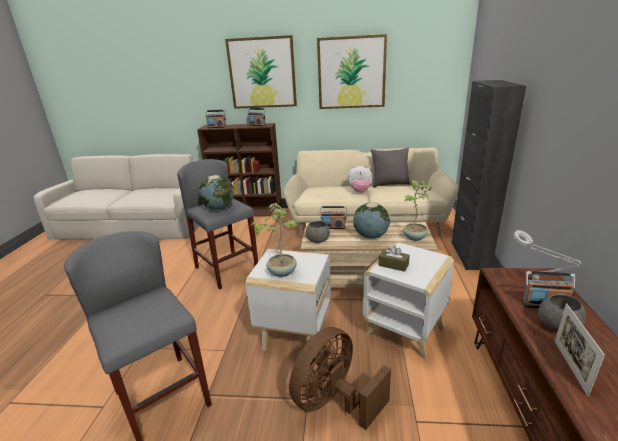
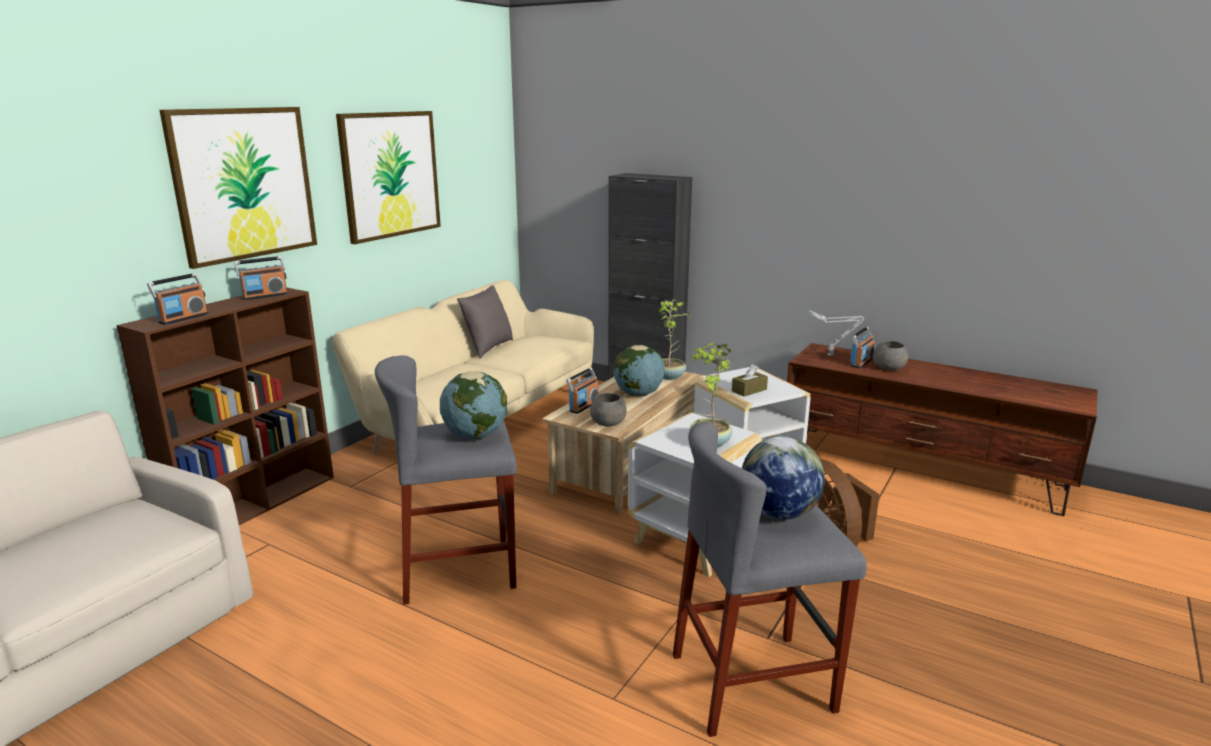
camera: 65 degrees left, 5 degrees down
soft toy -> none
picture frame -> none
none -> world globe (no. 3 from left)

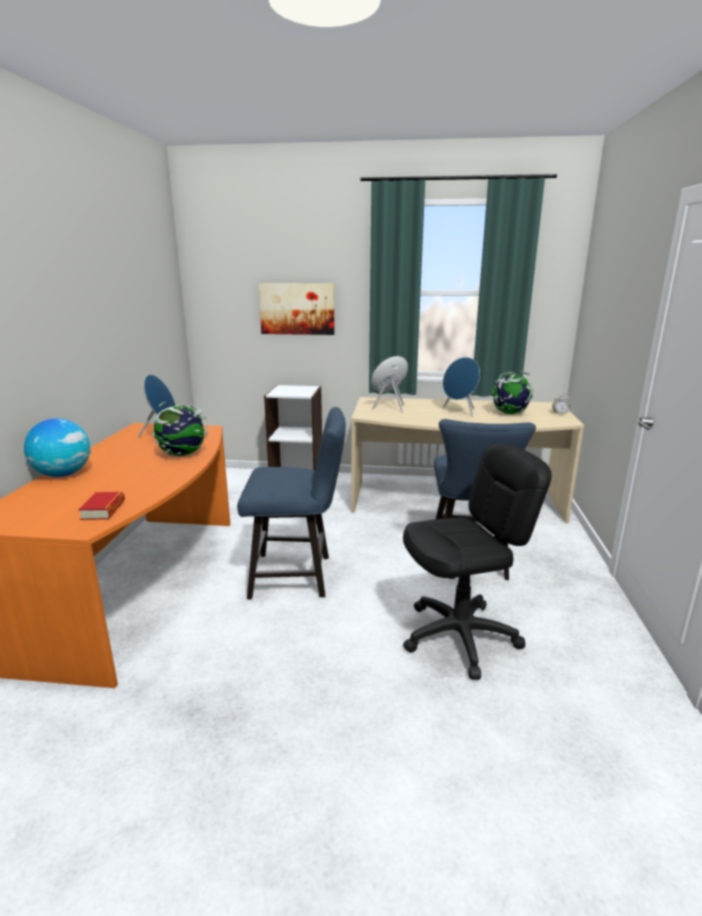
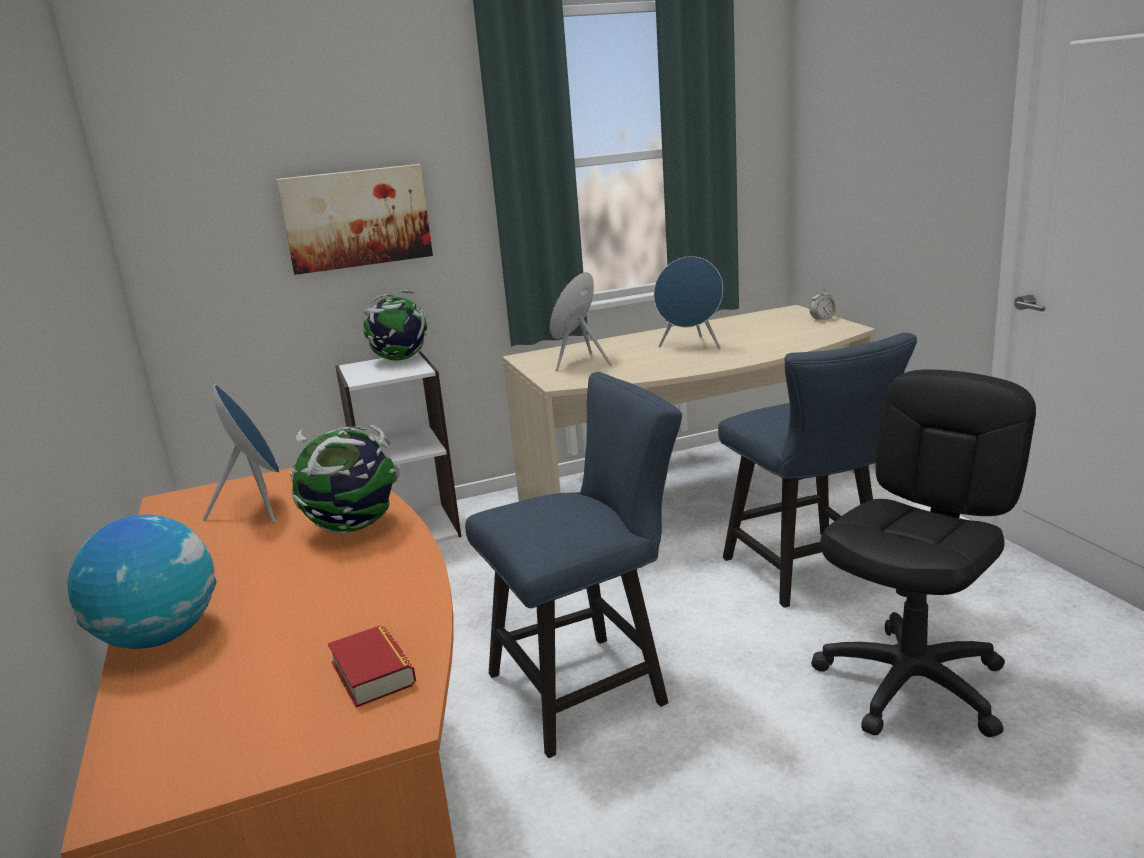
camera: 25 degrees left, 0 degrees up
world globe (no. 3 from left), relocated

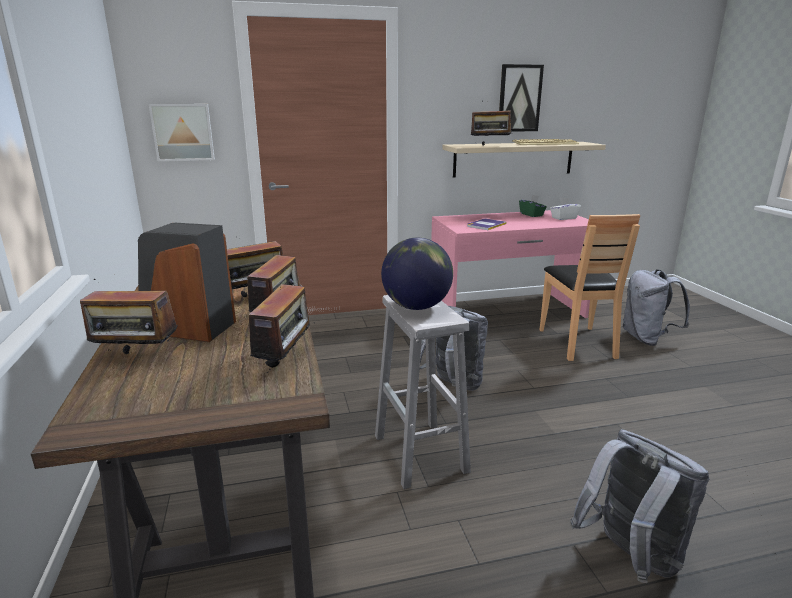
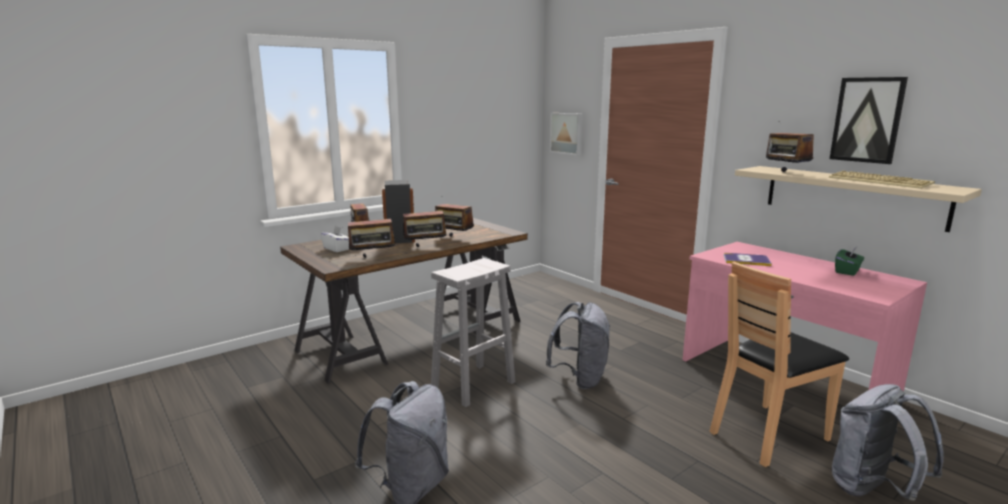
camera: 65 degrees right, 5 degrees down
world globe -> none
tissue box (white-coloured), relocated

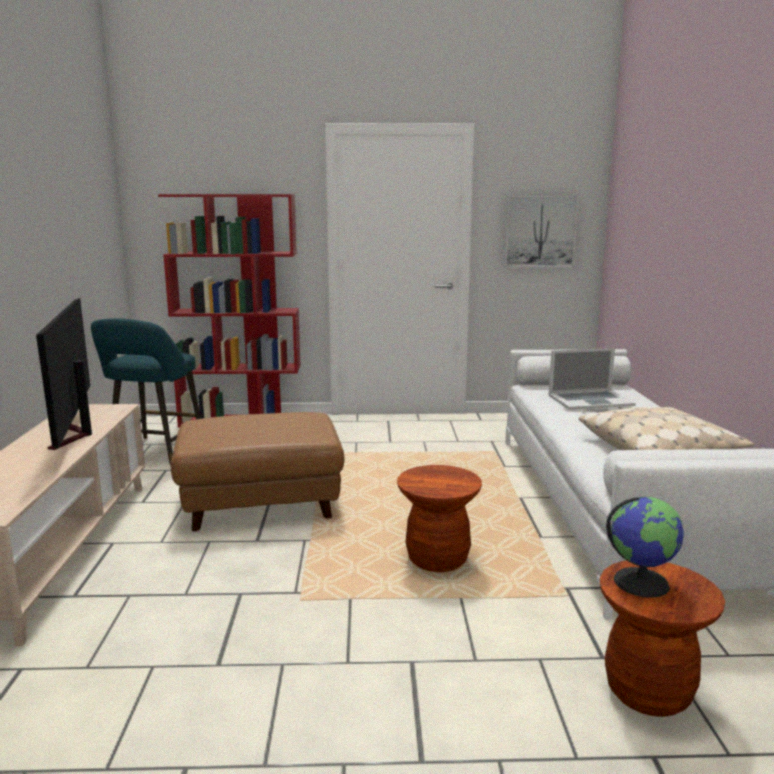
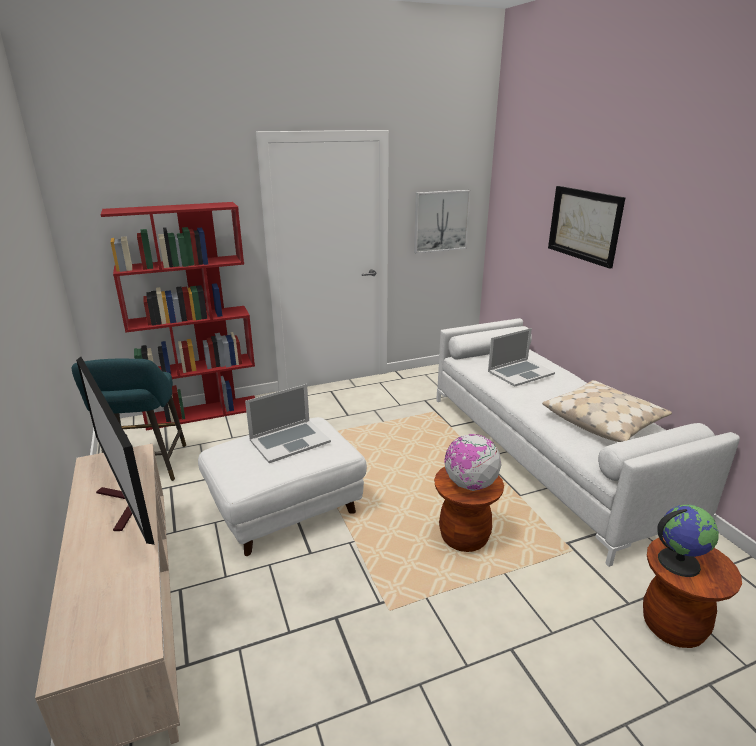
camera: 20 degrees left, 10 degrees up
footrest (brown-coloured) -> footrest (white-coloured)
none -> notebook computer (no. 1 from left)
none -> world globe (no. 1 from left)
none -> picture (no. 2 from left)

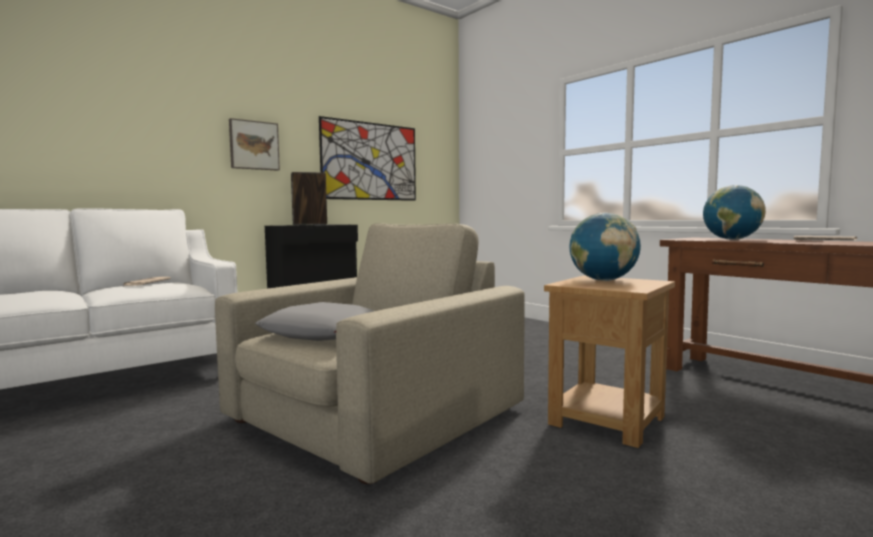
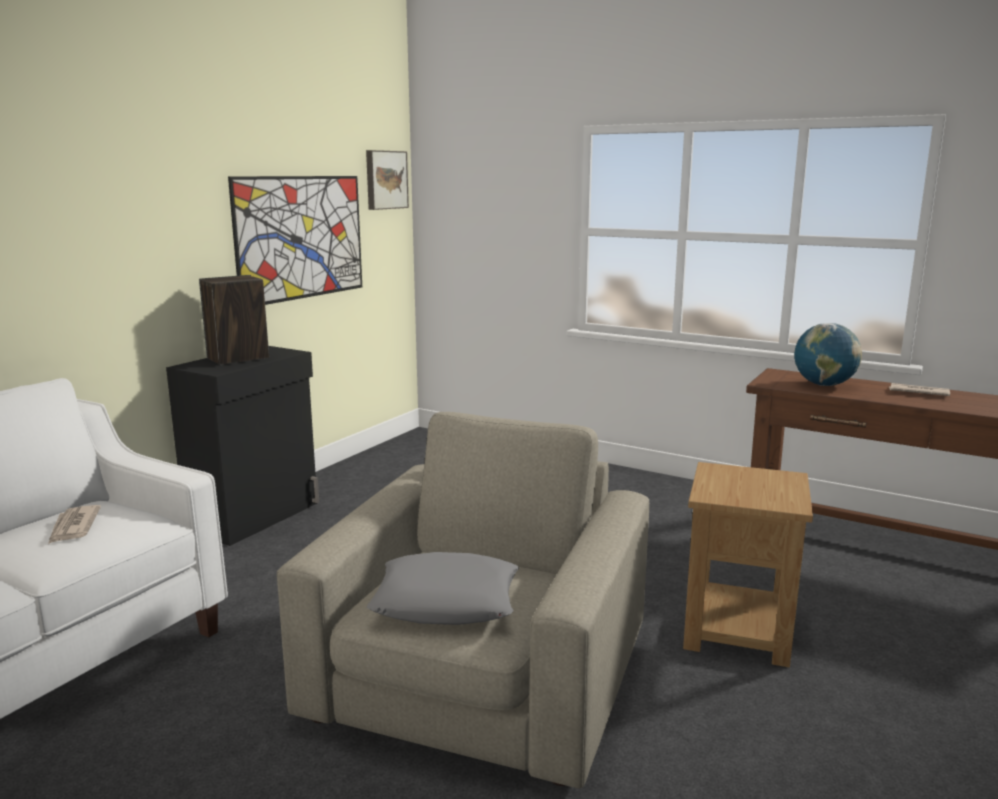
camera: 20 degrees left, 10 degrees up
picture (no. 1 from left in the first image) -> picture (no. 2 from left), relocated
world globe (no. 1 from left) -> none

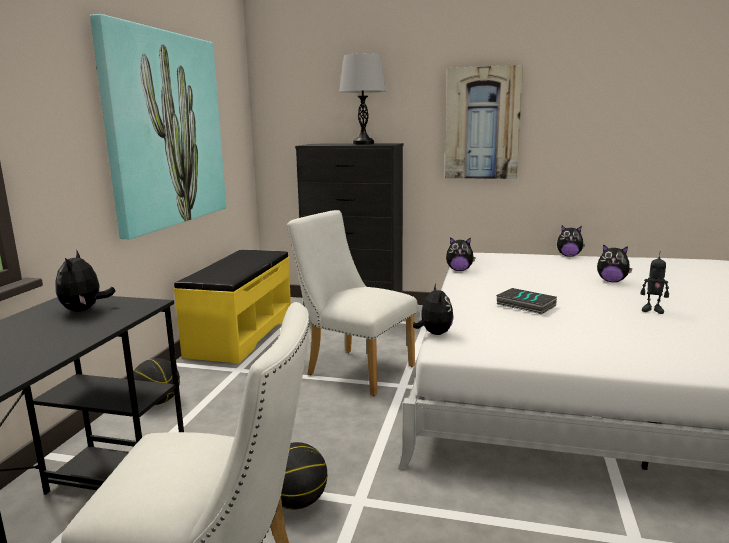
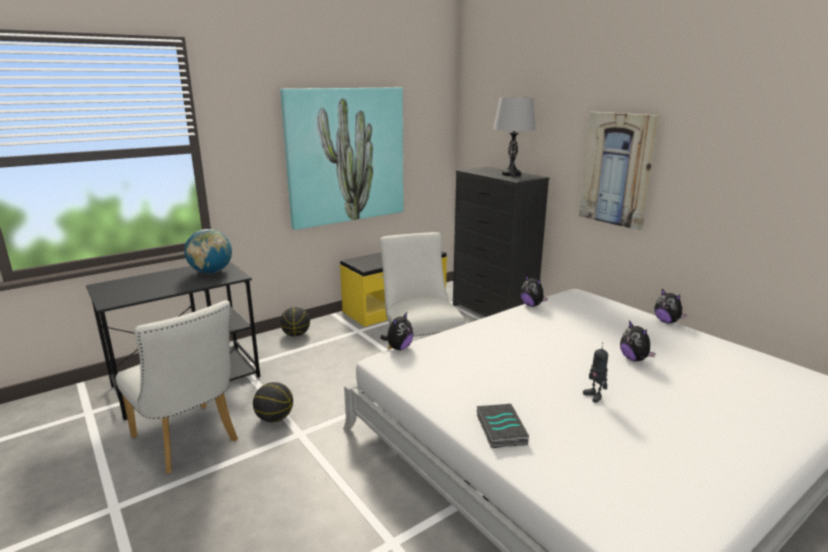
camera: 40 degrees right, 5 degrees up
soft toy (no. 1 from left) -> world globe
bound book, relocated

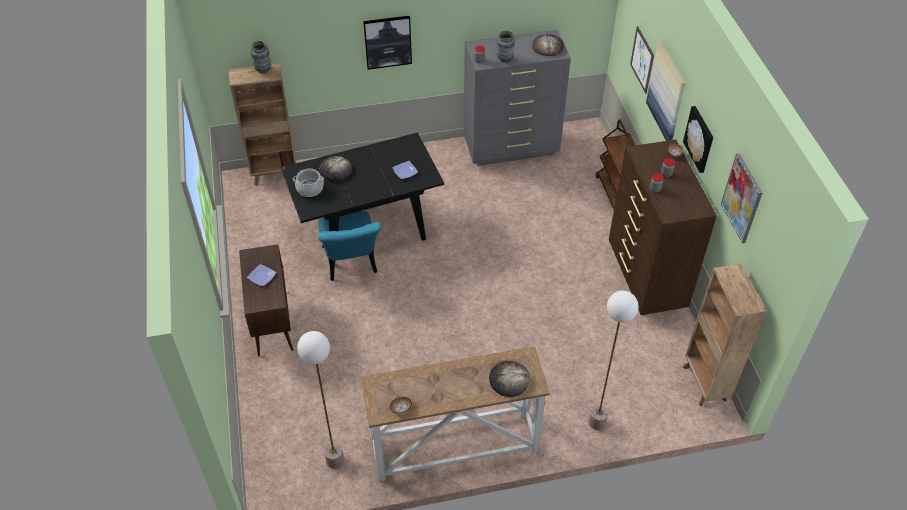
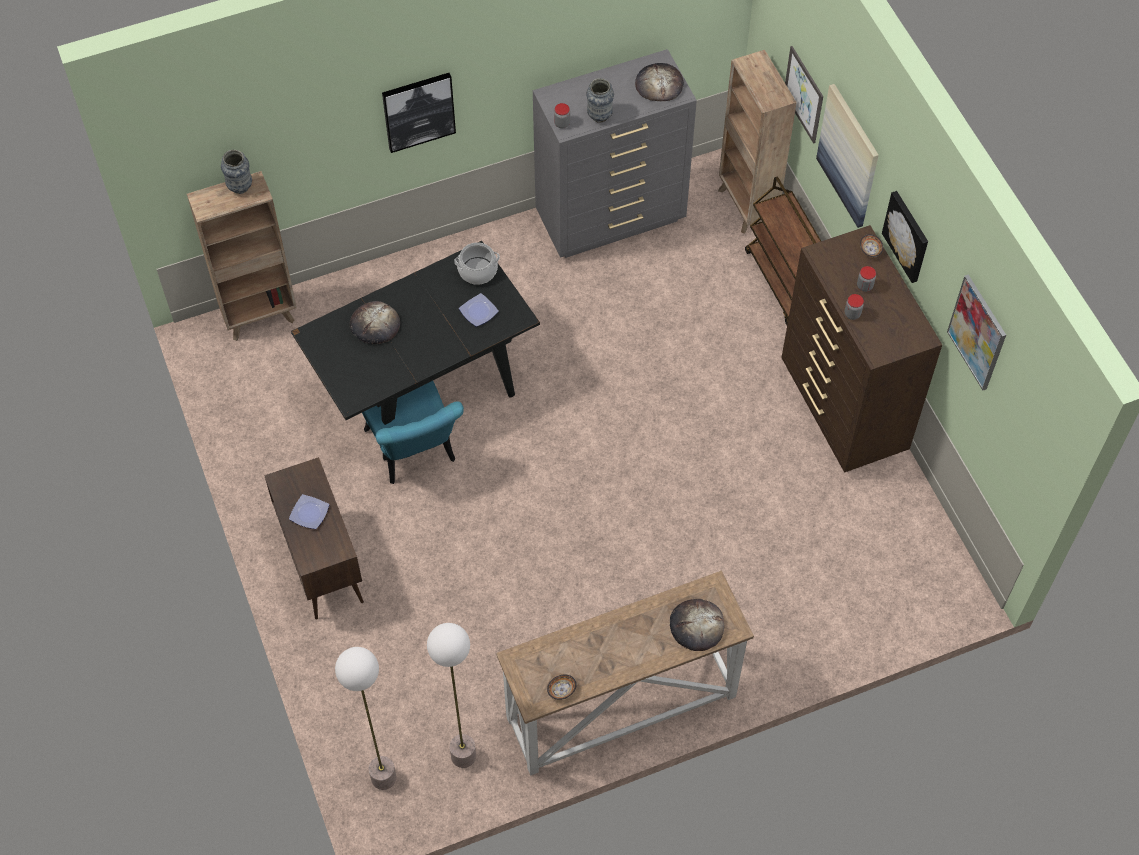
camera: 10 degrees left, 10 degrees up
stockpot, relocated
floor lamp (no. 2 from left in the first image) -> floor lamp (no. 1 from left), relocated
bookcase (brown-coloured) (no. 2 from left), relocated

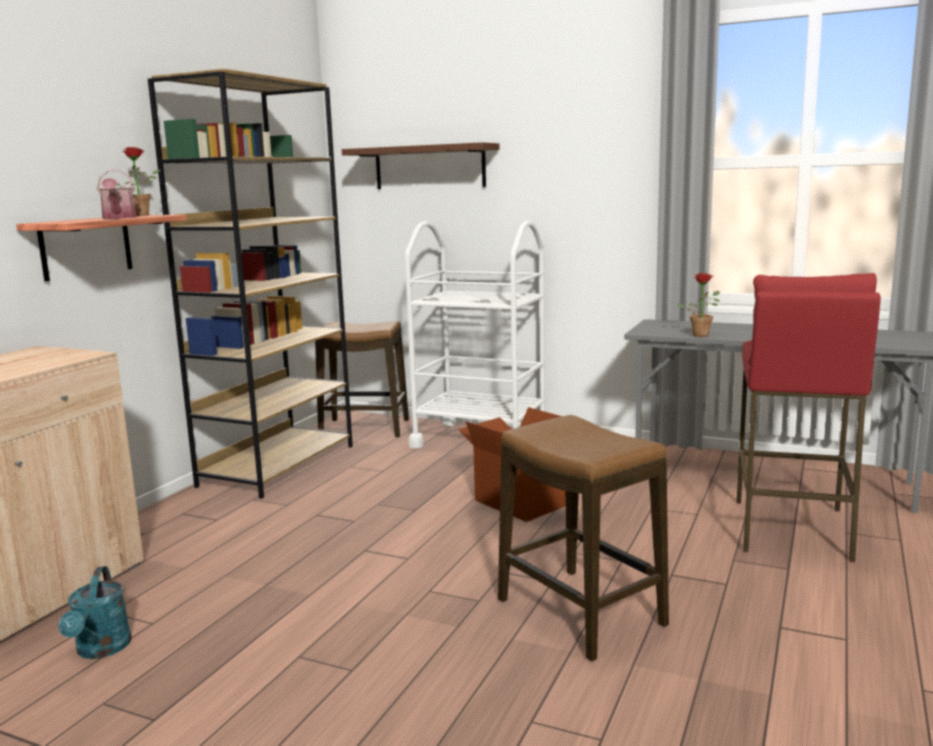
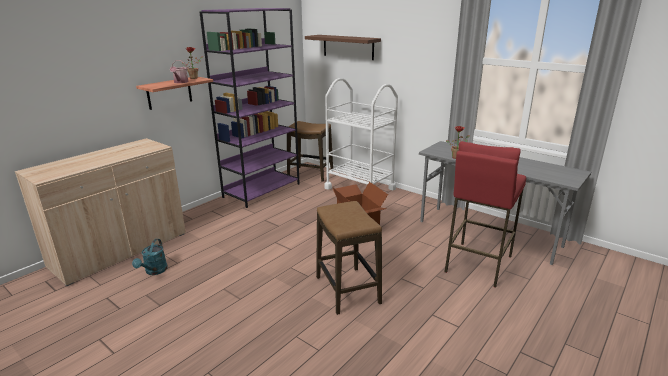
camera: 15 degrees right, 10 degrees up
bookcase (brown-coloured) -> bookcase (purple-coloured)

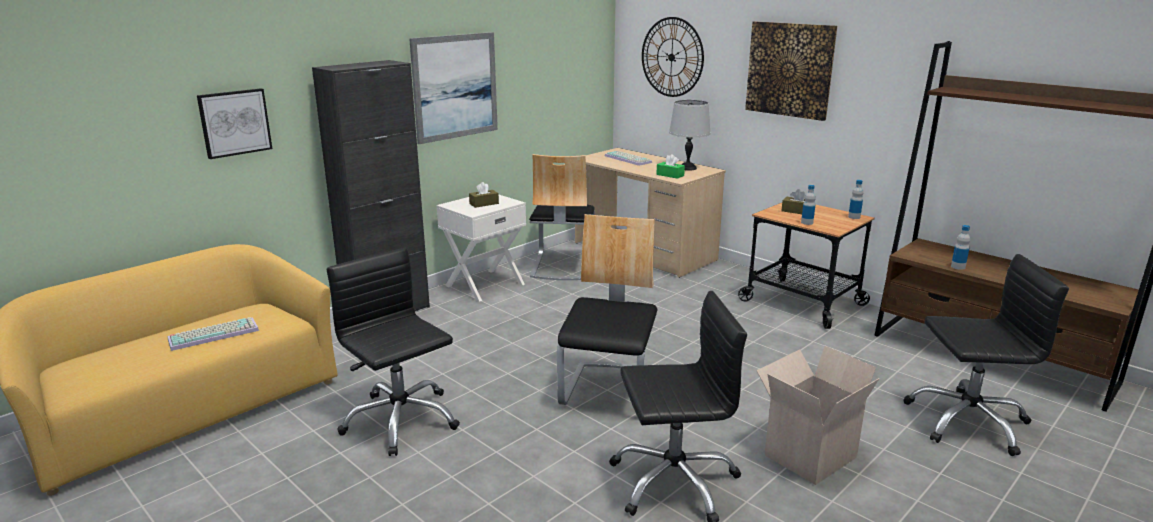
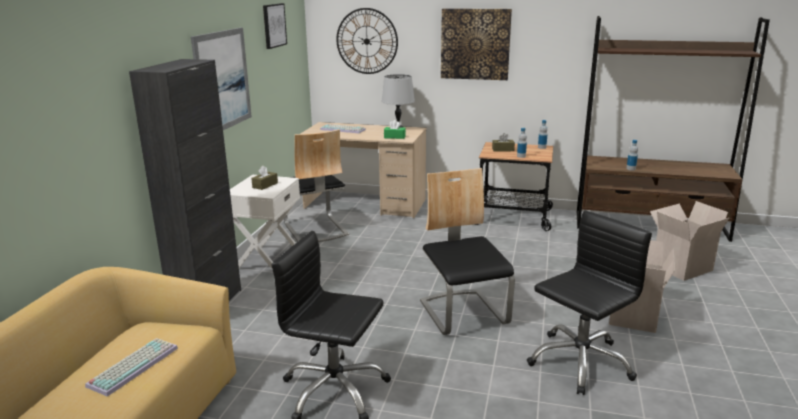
camera: 30 degrees left, 0 degrees up
picture (no. 1 from left in the first image) -> picture (no. 2 from left), relocated
desk chair (black-coloured) (no. 3 from left) -> carton (no. 2 from left)

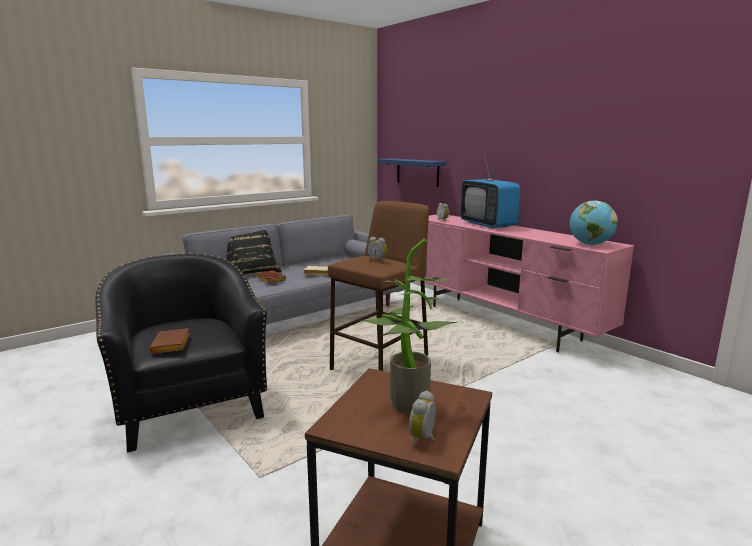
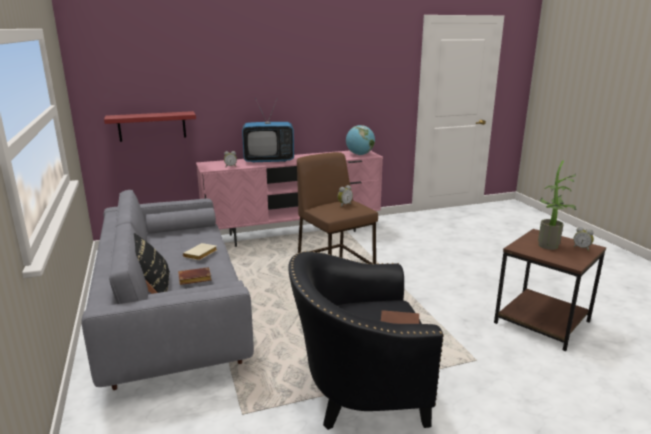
camera: 70 degrees left, 5 degrees up
wall shelf (blue-coloured) -> wall shelf (reddish)

